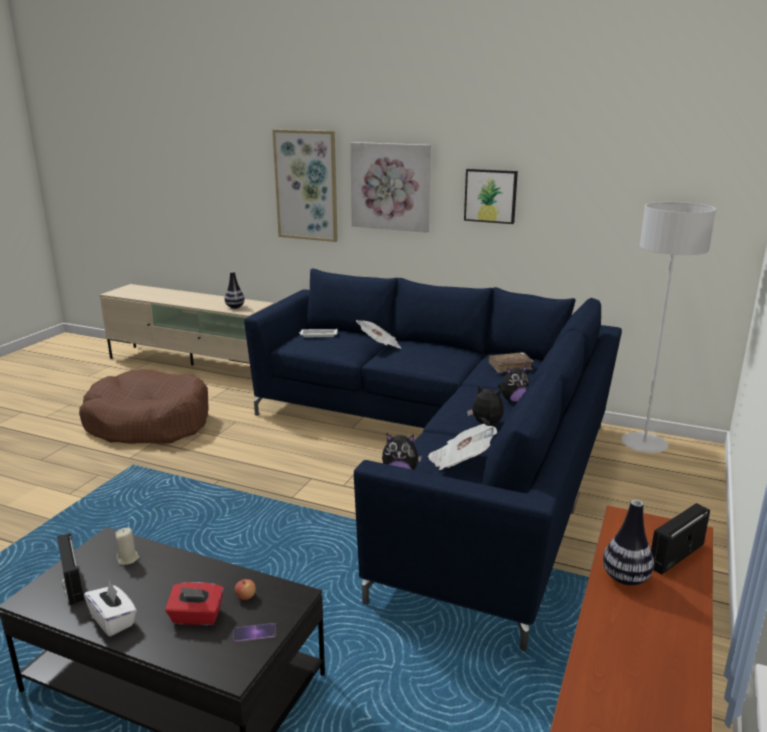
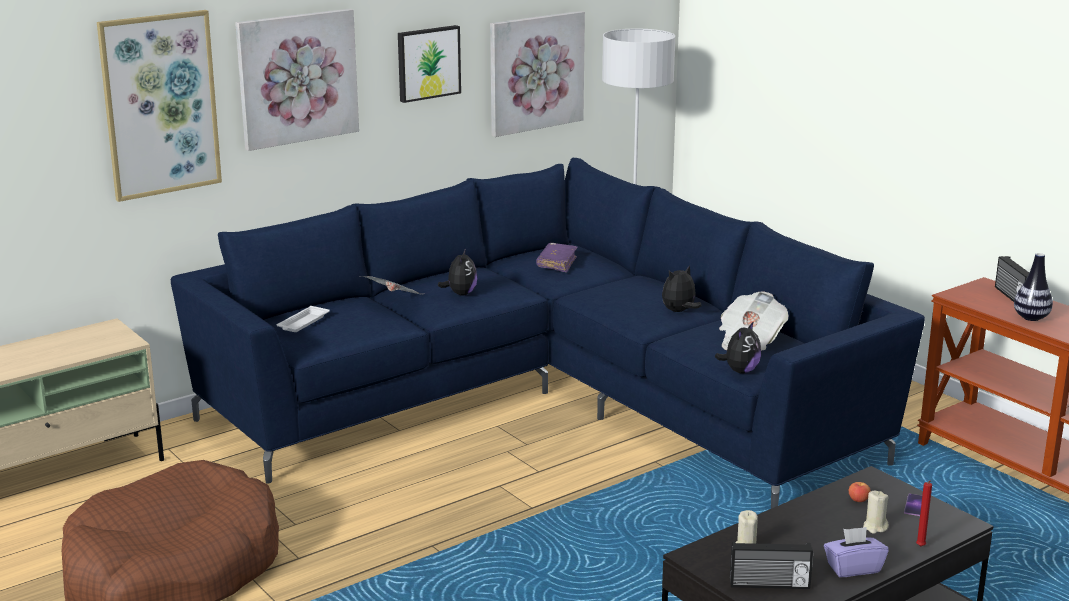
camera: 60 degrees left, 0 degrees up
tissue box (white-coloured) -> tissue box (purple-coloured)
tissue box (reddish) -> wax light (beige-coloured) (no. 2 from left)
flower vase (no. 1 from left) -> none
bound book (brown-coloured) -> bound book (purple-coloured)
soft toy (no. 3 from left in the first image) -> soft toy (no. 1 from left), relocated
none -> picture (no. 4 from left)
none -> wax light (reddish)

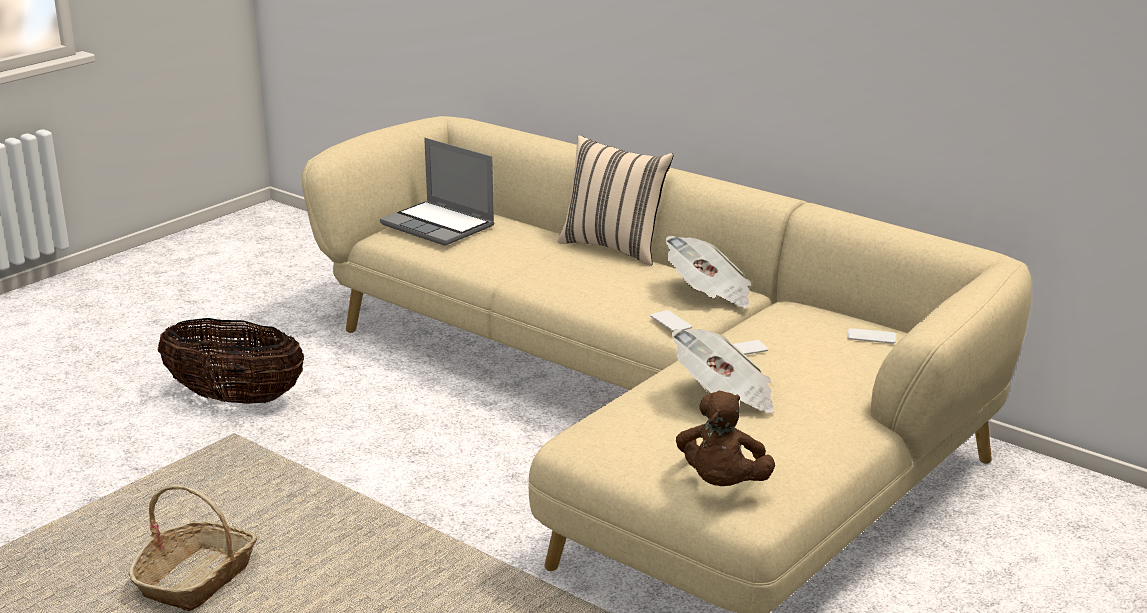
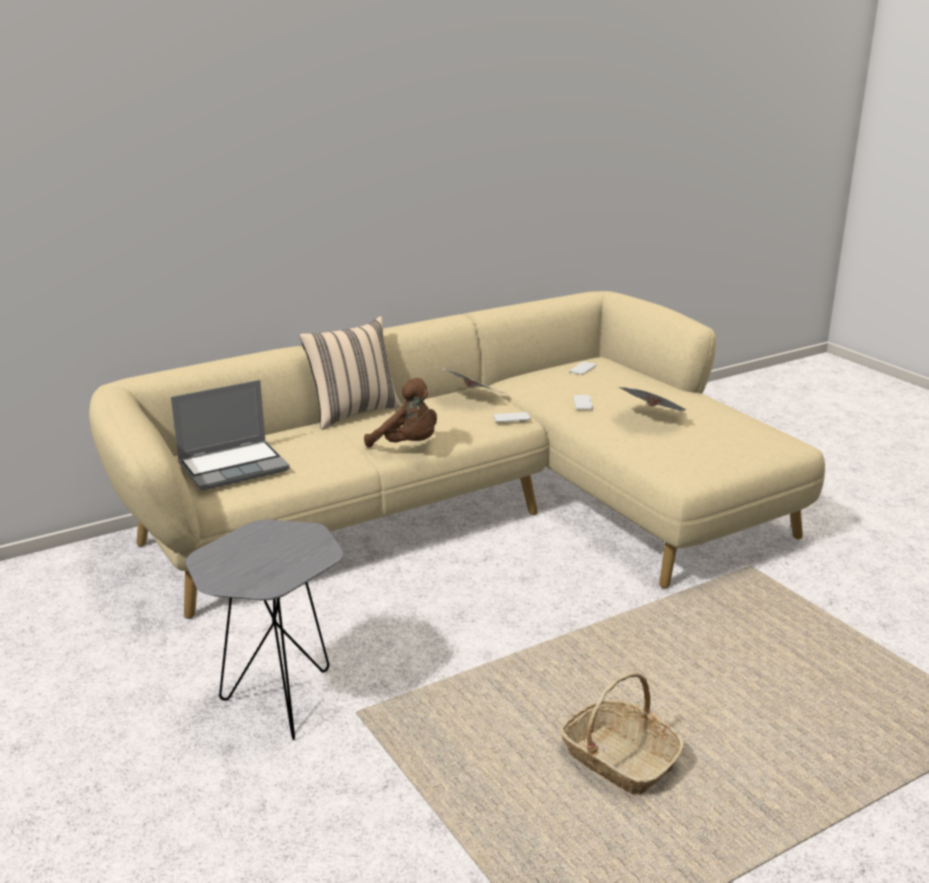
camera: 70 degrees left, 0 degrees up
household basket (no. 2 from left) -> side table (grey)
soft toy (brown-coloured), relocated

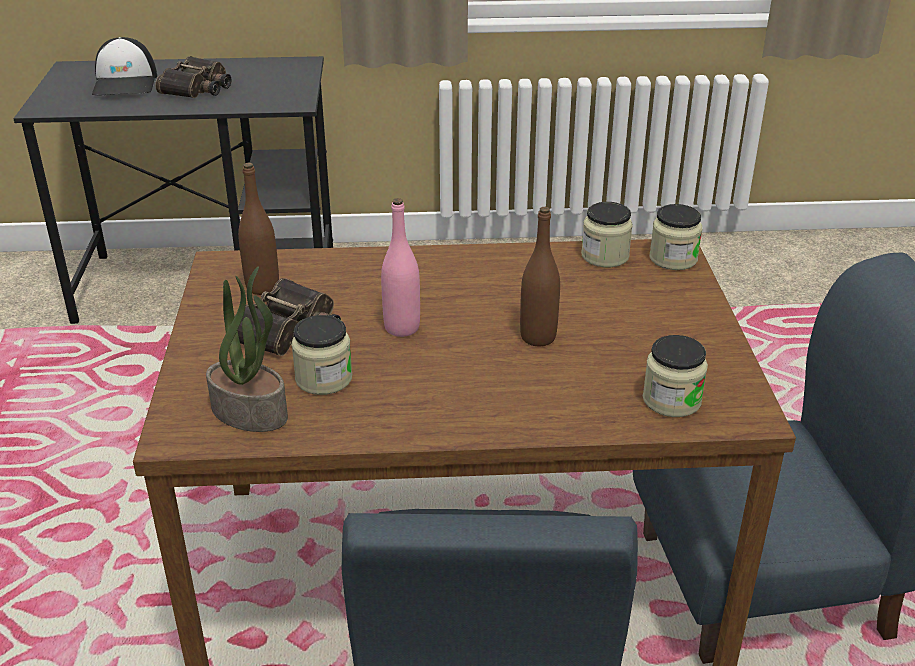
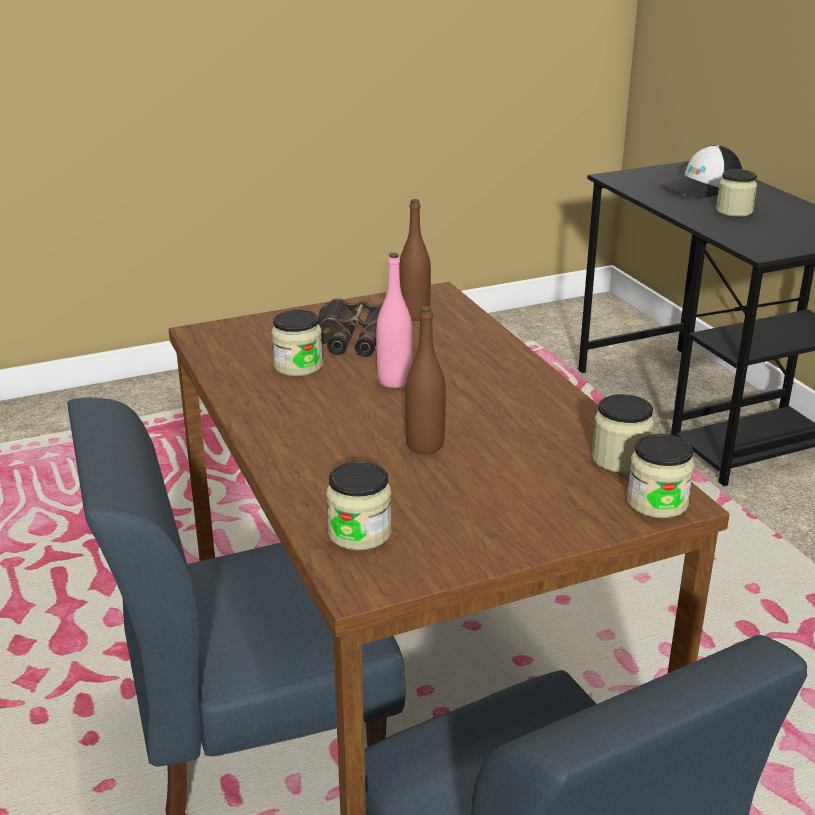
camera: 70 degrees right, 5 degrees down
binoculars (no. 1 from left) -> jar (no. 5 from left)
houseplant -> none

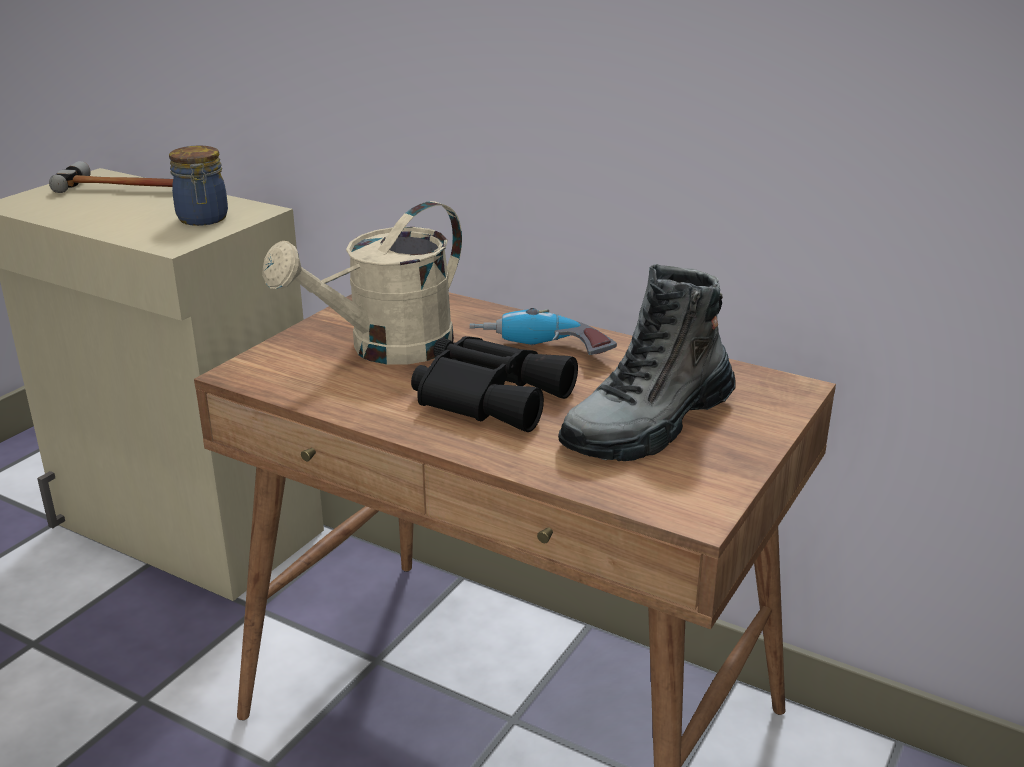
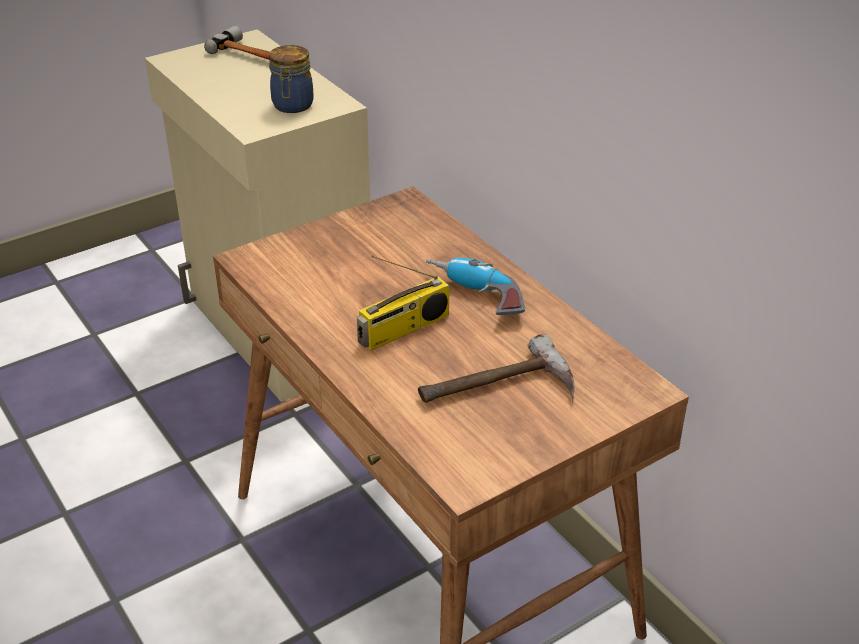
camera: 25 degrees right, 10 degrees up
watering pot (beige-coloured) -> none
binoculars (black-coloured) -> radio
tall boot -> hand hammer (no. 2 from left)

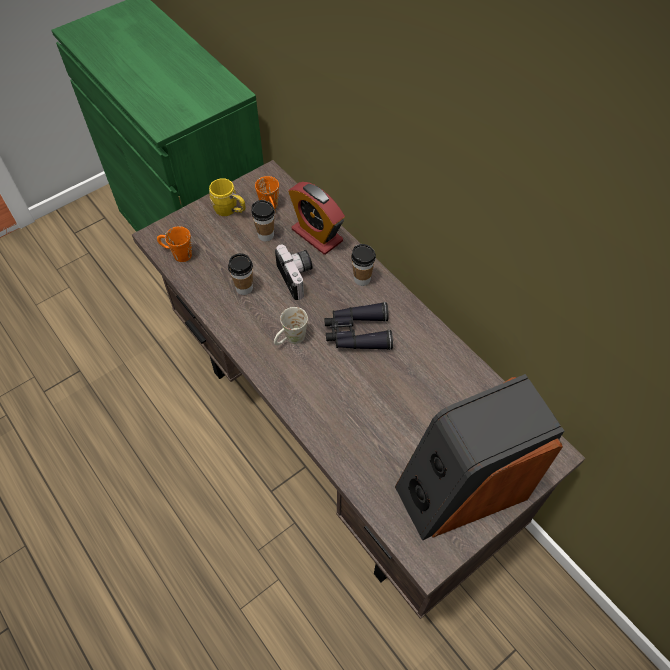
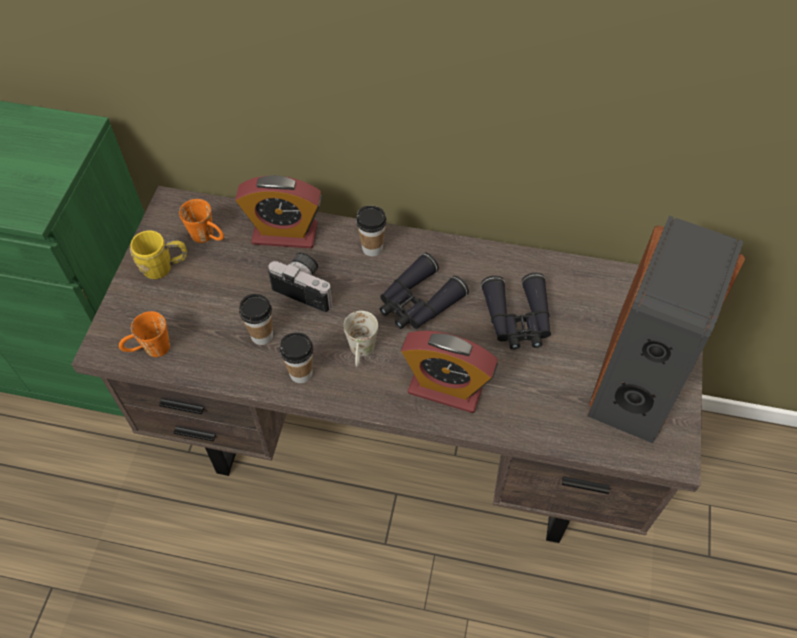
camera: 40 degrees left, 0 degrees up
small cup (no. 2 from left), relocated
none -> table clock (no. 2 from left)
none -> binoculars (black-coloured) (no. 2 from left)

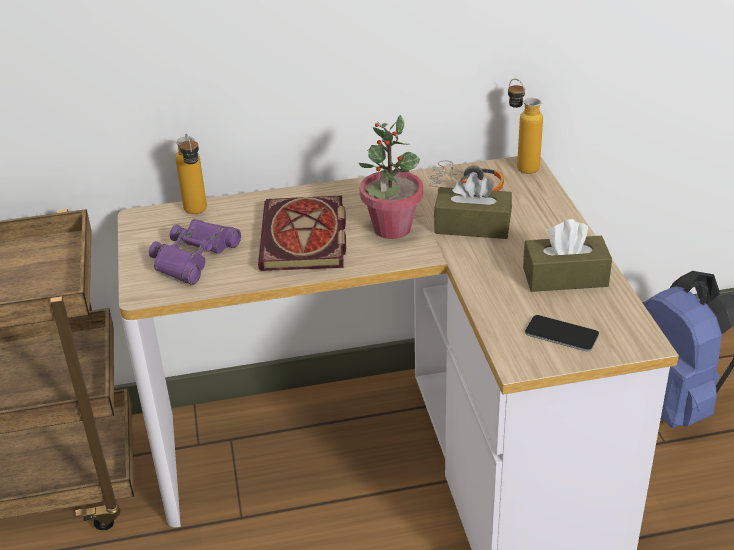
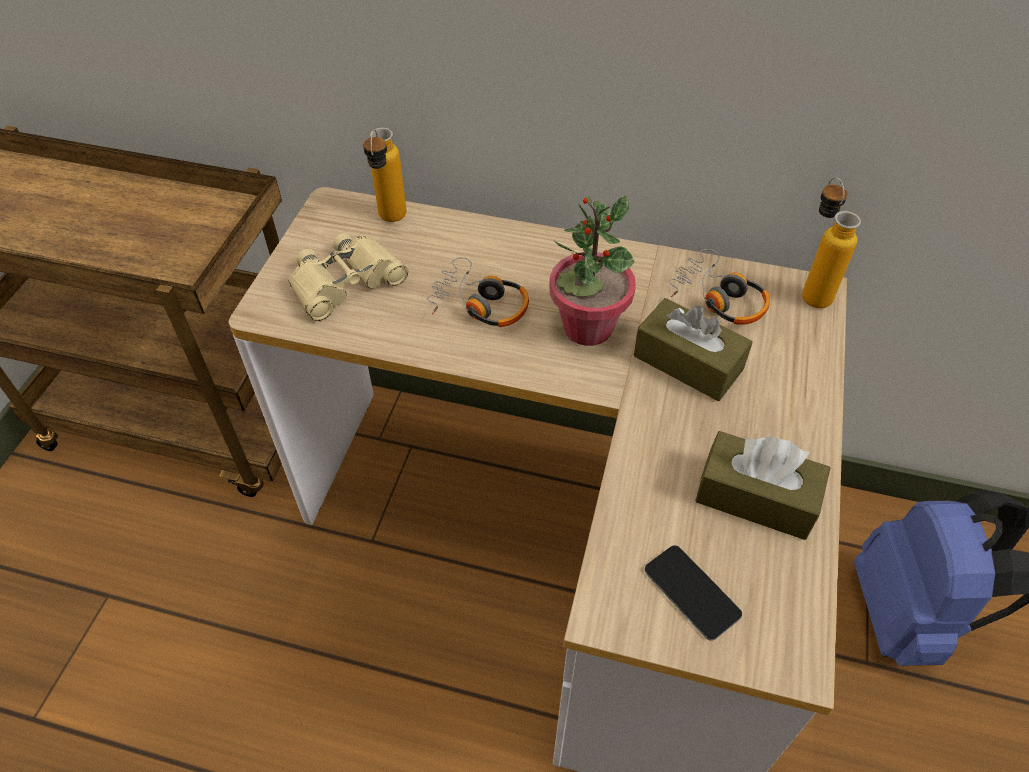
camera: 25 degrees right, 15 degrees up
binoculars (purple-coloured) -> binoculars (beige-coloured)
bound book -> headphones (no. 1 from left)

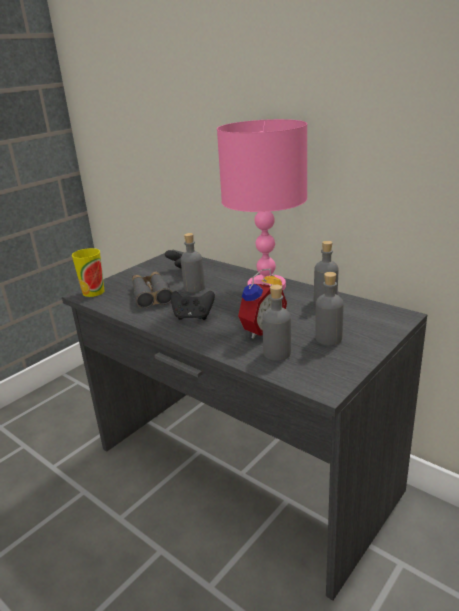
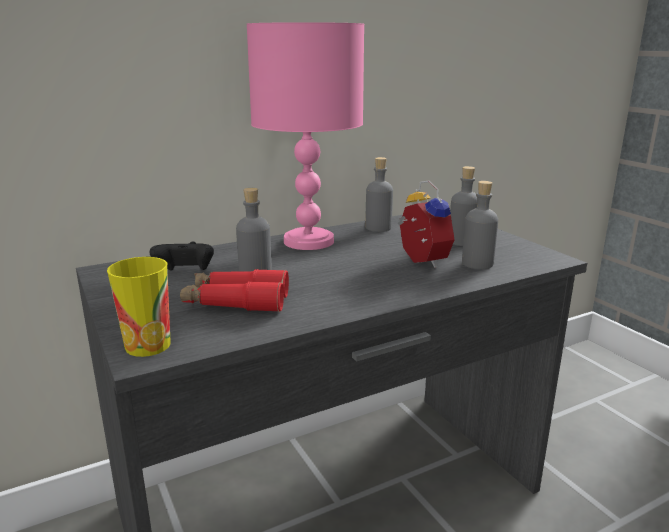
camera: 70 degrees left, 5 degrees down
binoculars (grey) -> binoculars (reddish)
game controller (black-coloured) (no. 2 from left) -> none

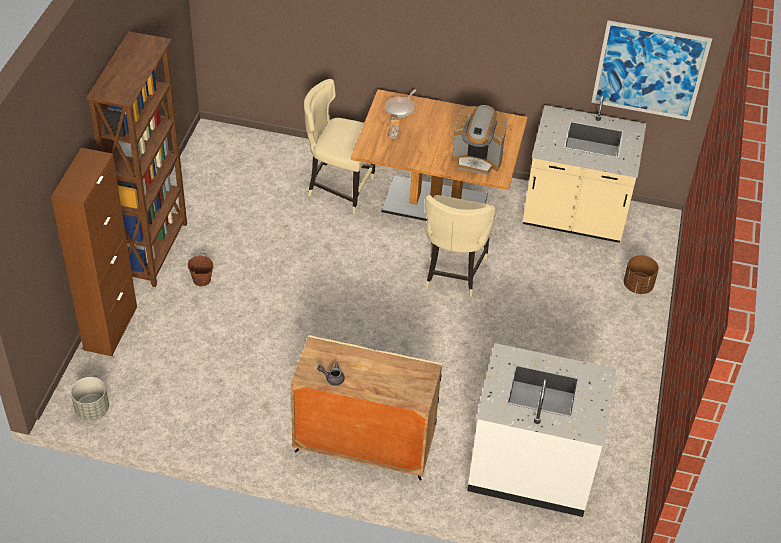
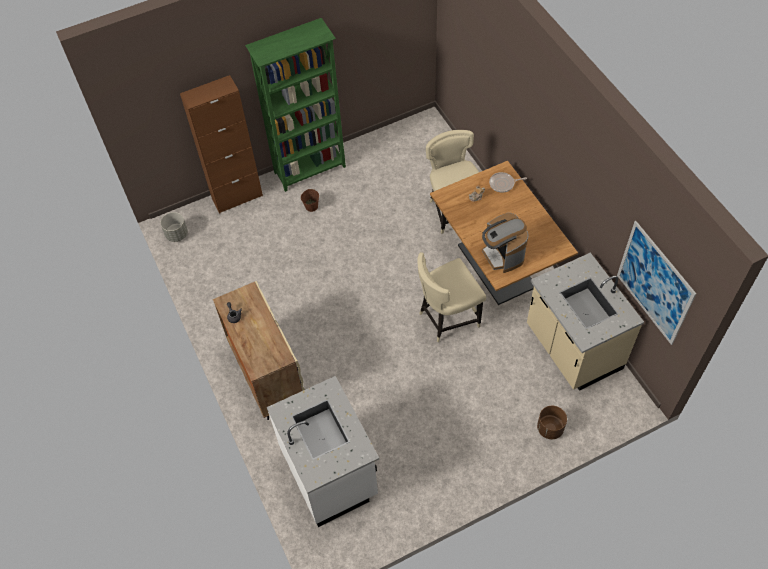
camera: 55 degrees right, 10 degrees up
bookcase (brown-coloured) -> bookcase (green-coloured)

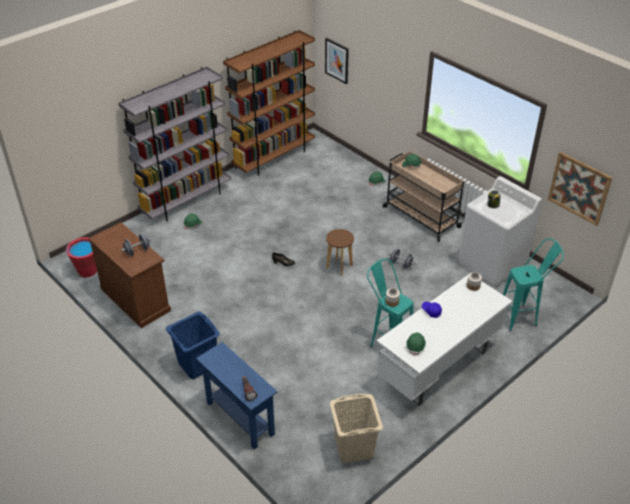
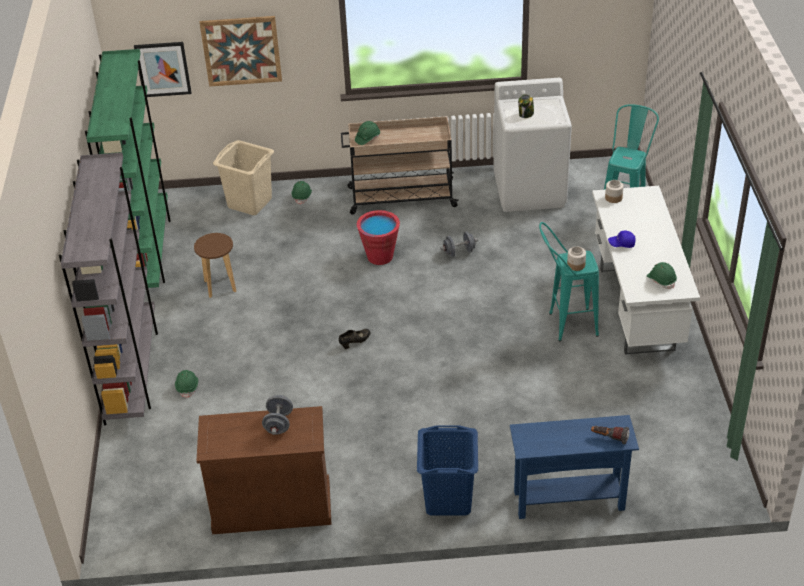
camera: 50 degrees left, 0 degrees up
pail (reddish), relocated
bookcase (brown-coloured) -> bookcase (green-coloured)
stool (brown-coloured), relocated
washing basket (beige-coloured), relocated
picture (no. 2 from left), relocated

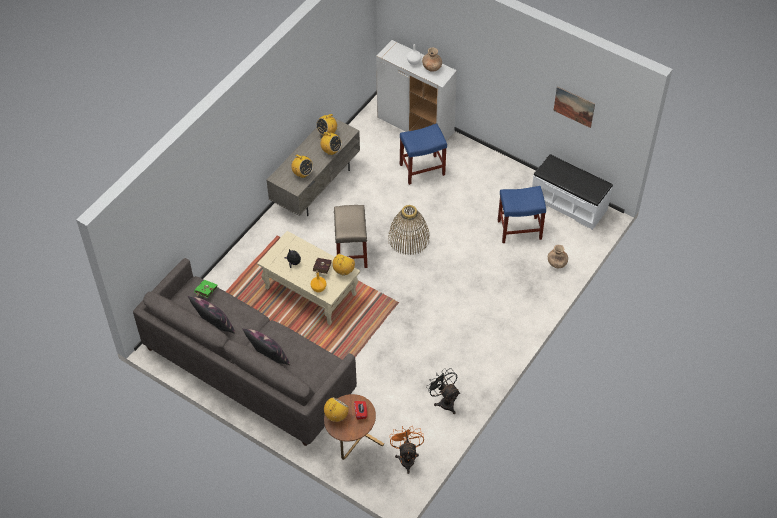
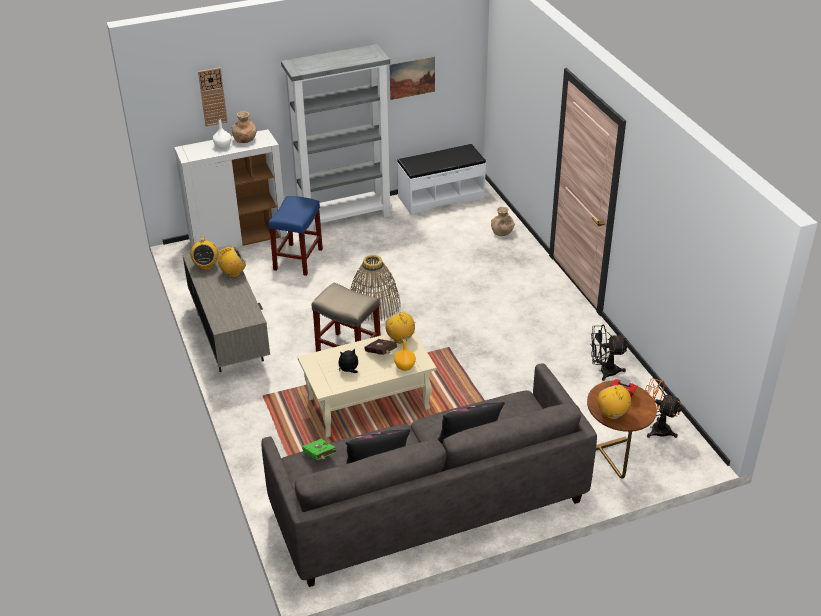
camera: 55 degrees left, 15 degrees down
radio (no. 1 from left) -> none
stool (blue-coloured) (no. 2 from left) -> none
none -> hanging clock
none -> bookcase (grey)

